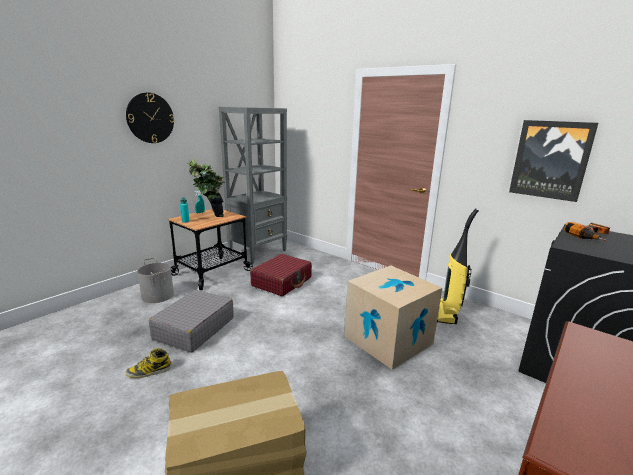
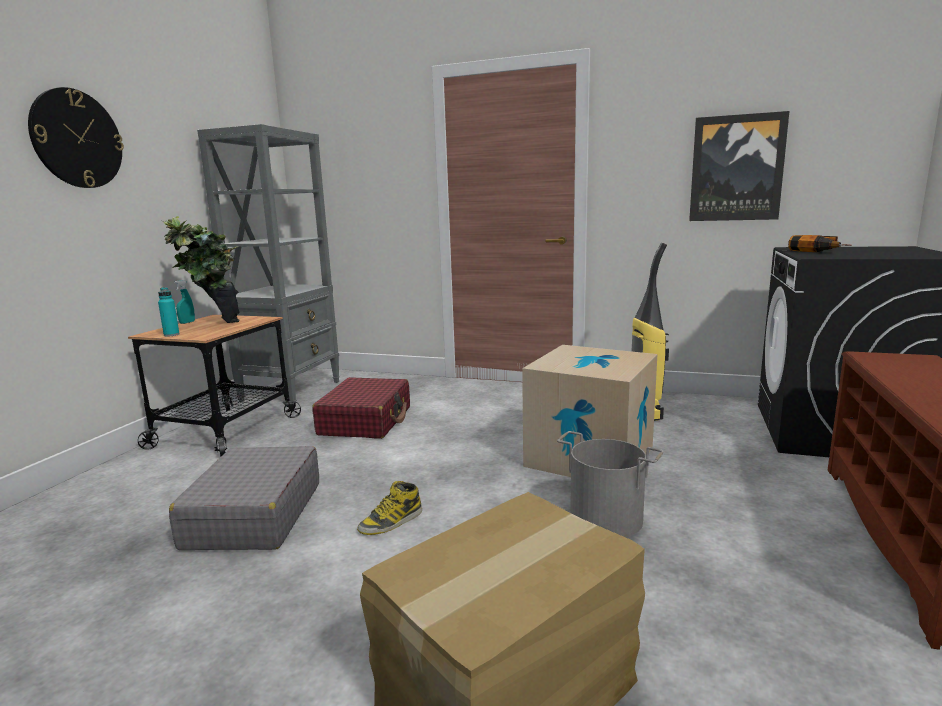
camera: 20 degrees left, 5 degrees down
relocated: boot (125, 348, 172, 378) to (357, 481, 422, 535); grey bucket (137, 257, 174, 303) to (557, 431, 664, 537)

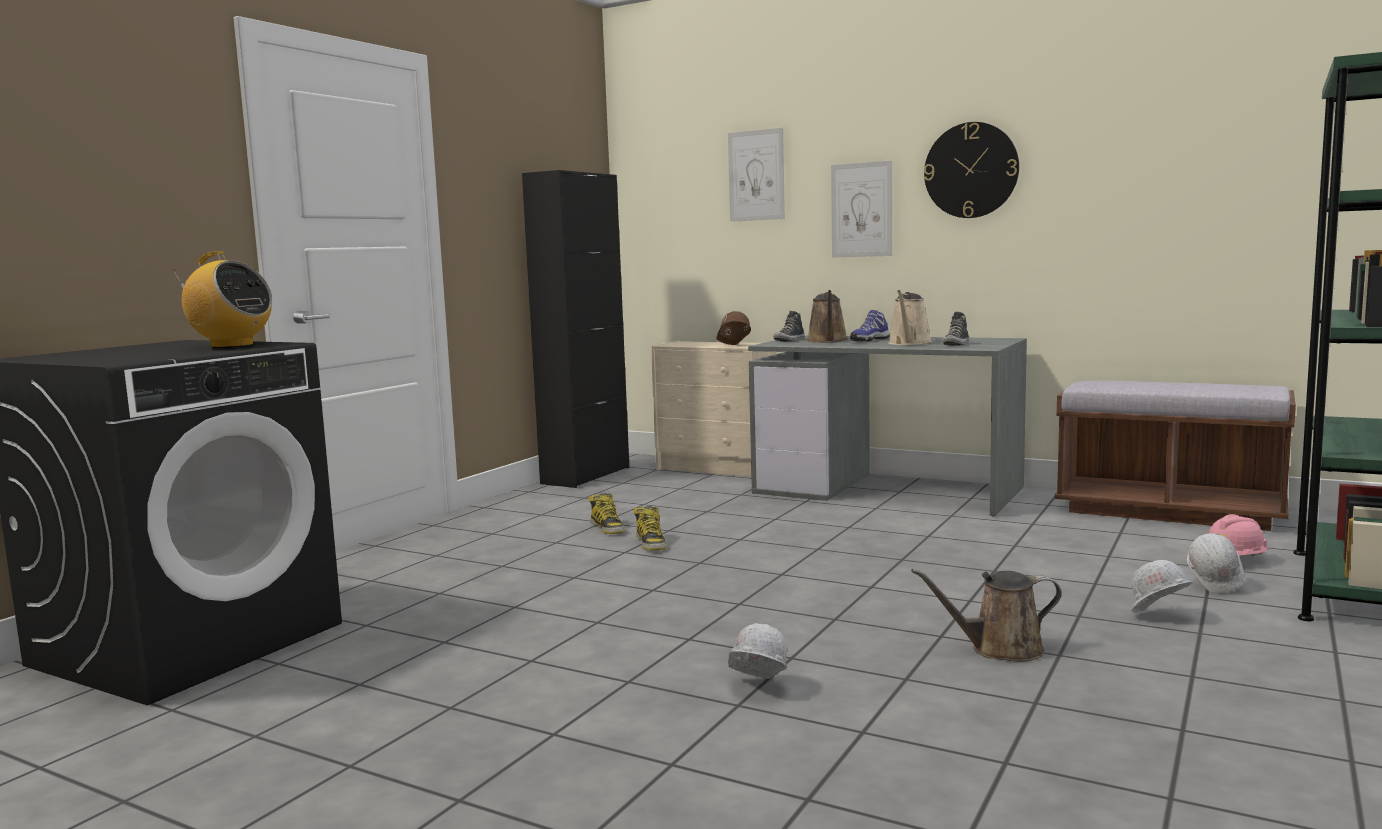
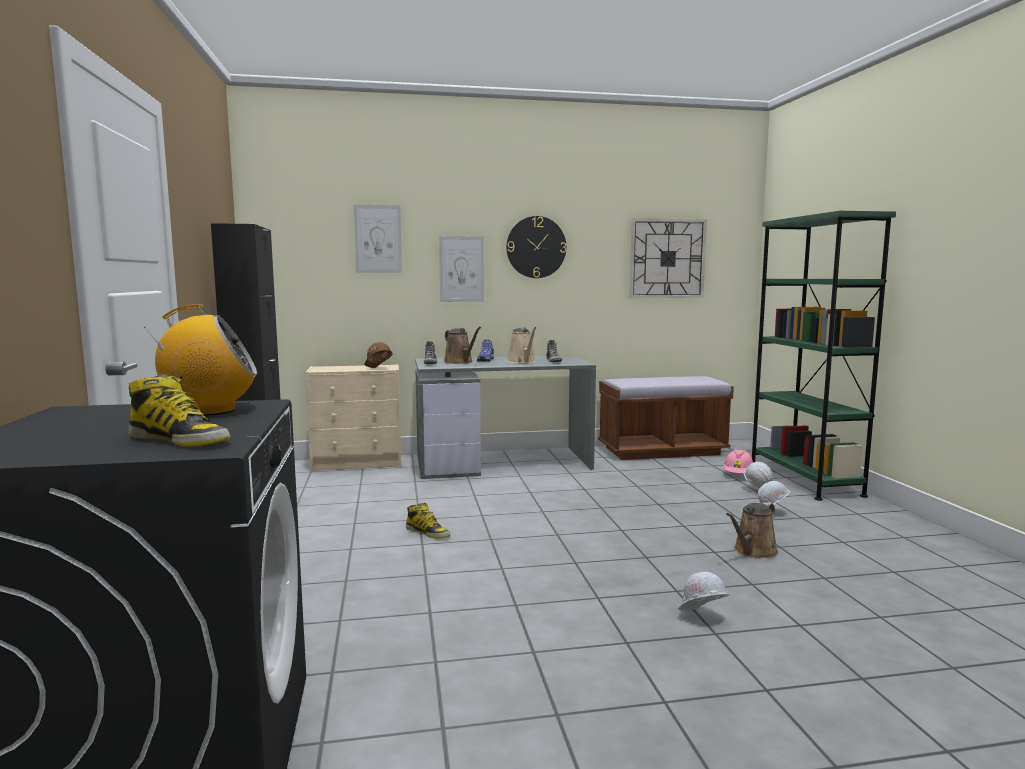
camera: 40 degrees left, 0 degrees up
appeared: wall clock (630, 218, 707, 298)
relocated: boot (589, 493, 625, 534) to (128, 374, 230, 447)

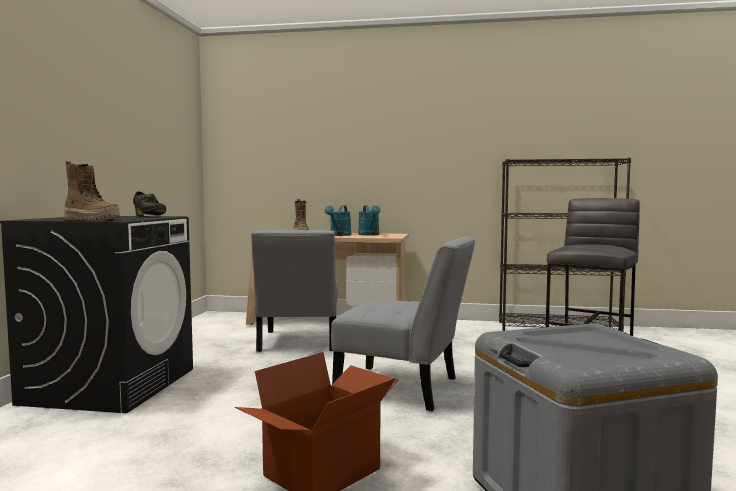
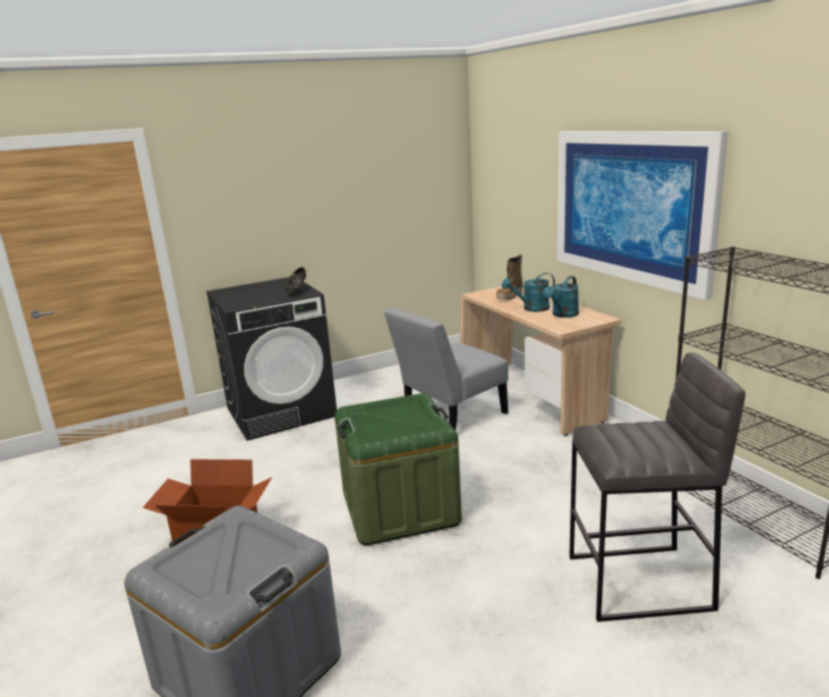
camera: 55 degrees right, 15 degrees up
missing: boot (64, 161, 120, 220)
appeared: picture (557, 131, 728, 300)
exchanged: grey chair (331, 237, 476, 411) to green storage box (335, 393, 462, 545)

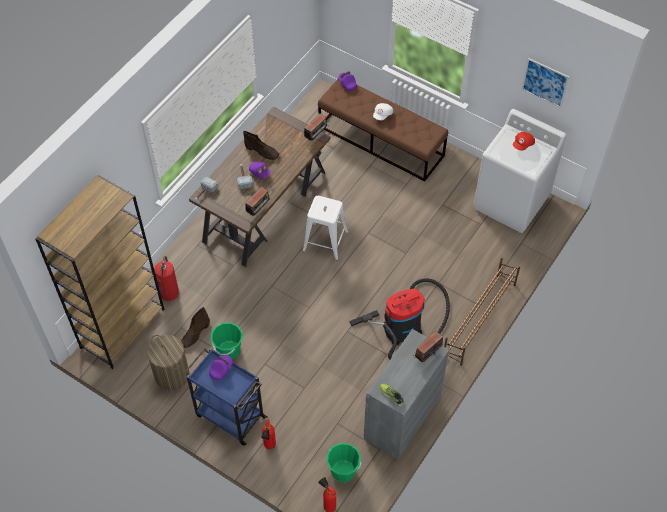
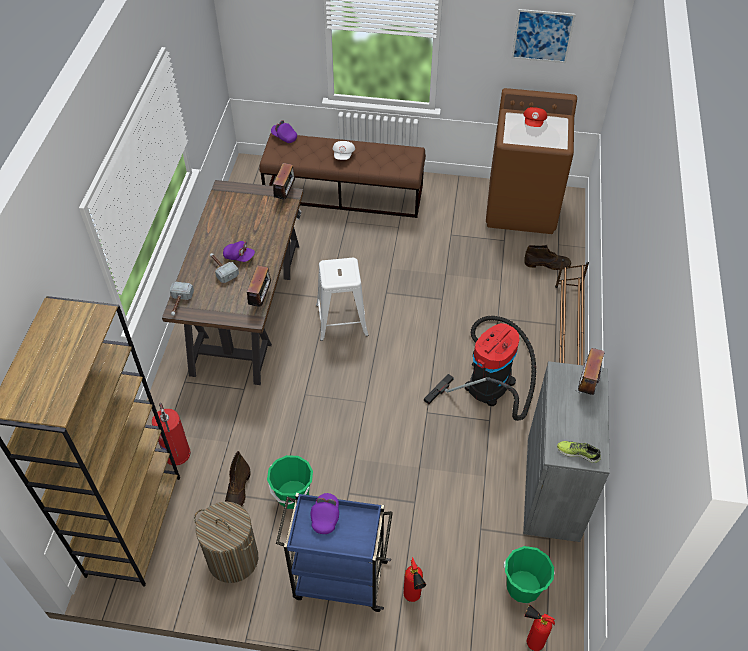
camera: 25 degrees left, 5 degrees down
relocated: brown boot (243, 131, 279, 160) to (524, 244, 571, 270)
colour: white washing machine (473, 109, 567, 233) to brown washing machine (486, 88, 577, 234)

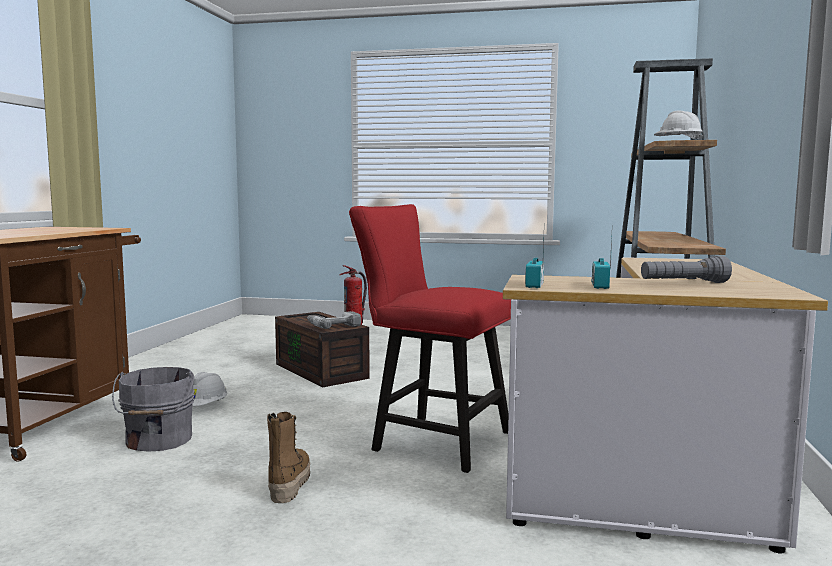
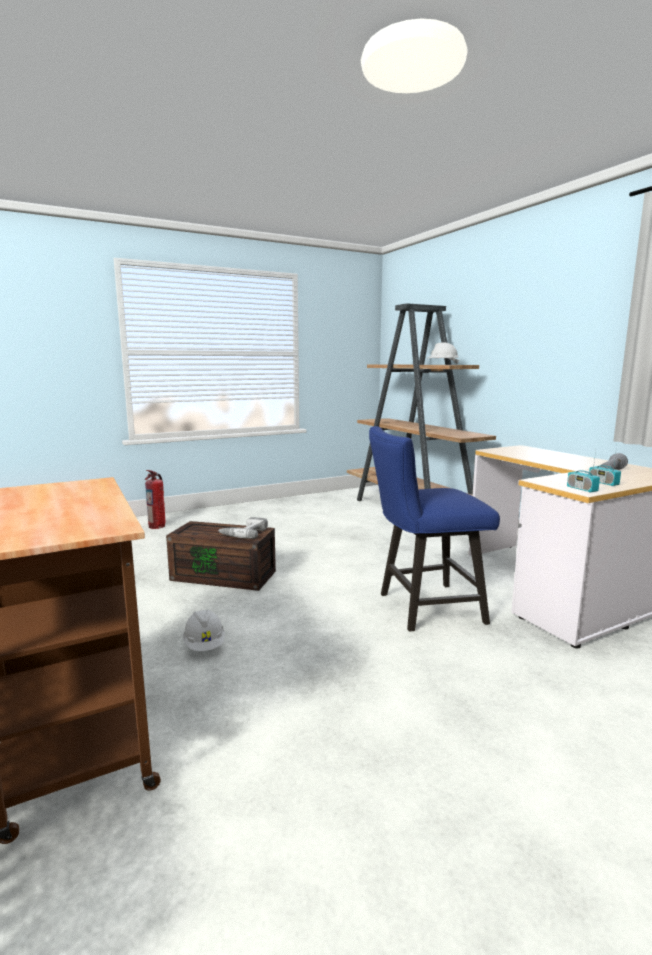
camera: 40 degrees left, 5 degrees up
missing: grey bucket (112, 367, 195, 452); boot (267, 412, 310, 503)
colour: red chair (349, 204, 511, 473) to blue chair (369, 426, 500, 632)

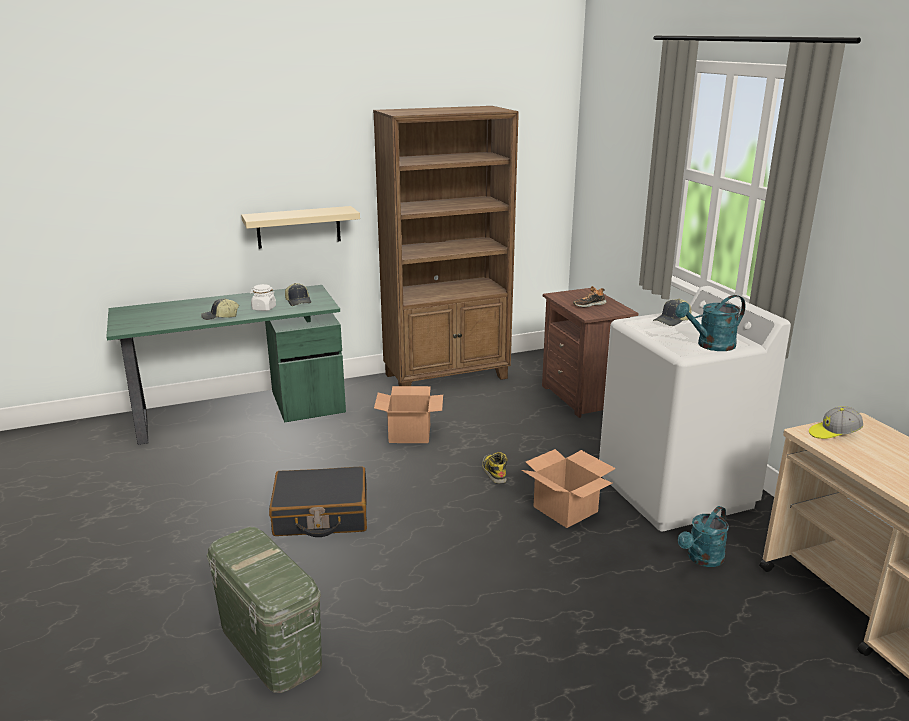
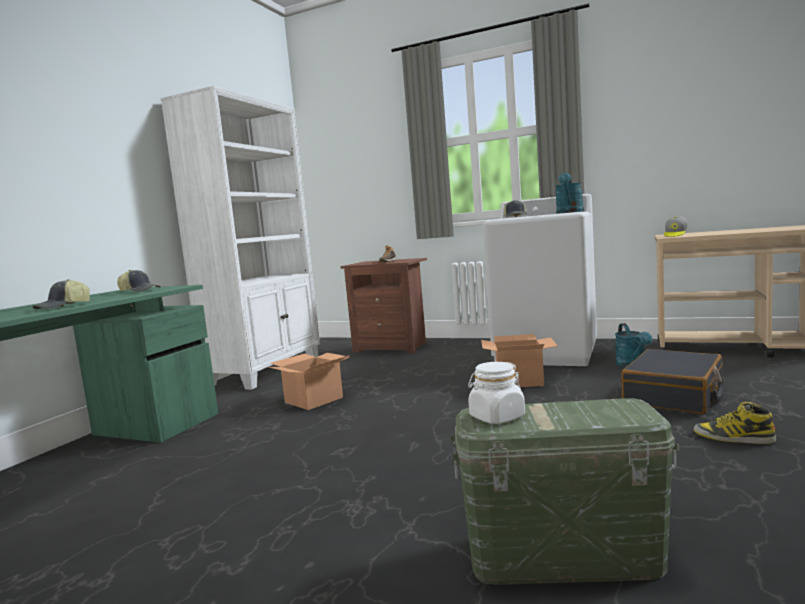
camera: 45 degrees left, 15 degrees down
missing: beige shelf (241, 206, 360, 249)
relocated: white jar (250, 284, 276, 311) to (468, 362, 525, 424); black suitcase (269, 466, 367, 537) to (621, 349, 723, 414); boot (482, 452, 507, 484) to (694, 402, 776, 444)
colour: brown bookcase (373, 106, 519, 386) to white bookcase (161, 86, 320, 390)

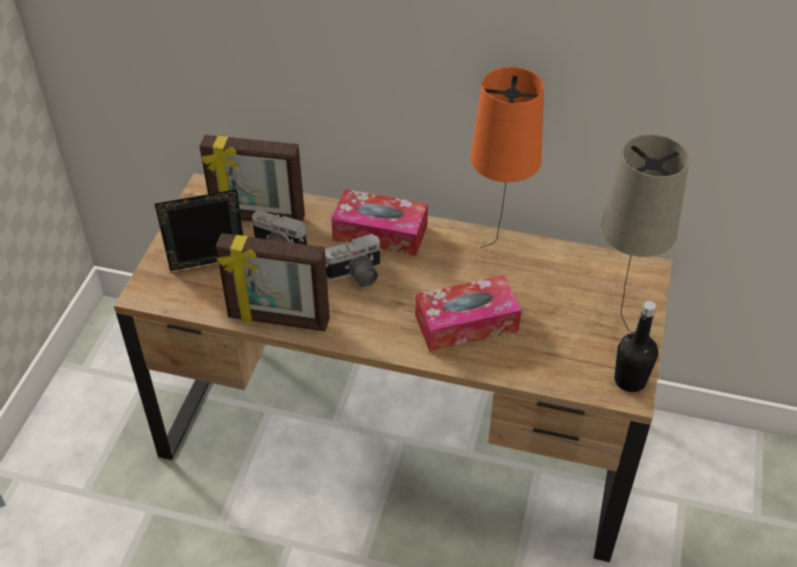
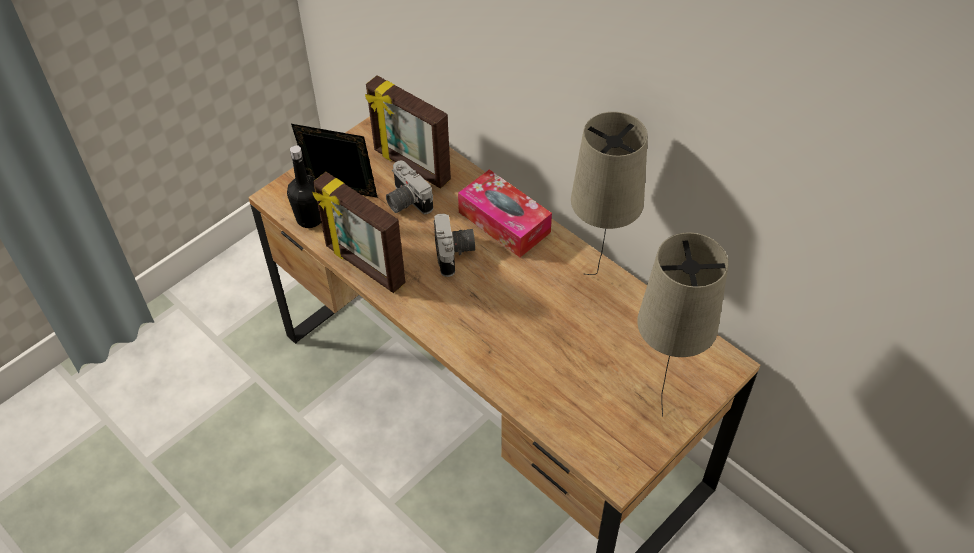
camera: 30 degrees right, 5 degrees up
missing: tissue box (415, 275, 521, 352)
relocated: black bottle (614, 301, 658, 392) to (287, 145, 321, 228)
colour: orange table lamp (471, 67, 544, 248) to beige table lamp (571, 112, 648, 275)
spun: photo camera (325, 234, 383, 286) = (434, 214, 475, 277) 105 degrees counterclockwise

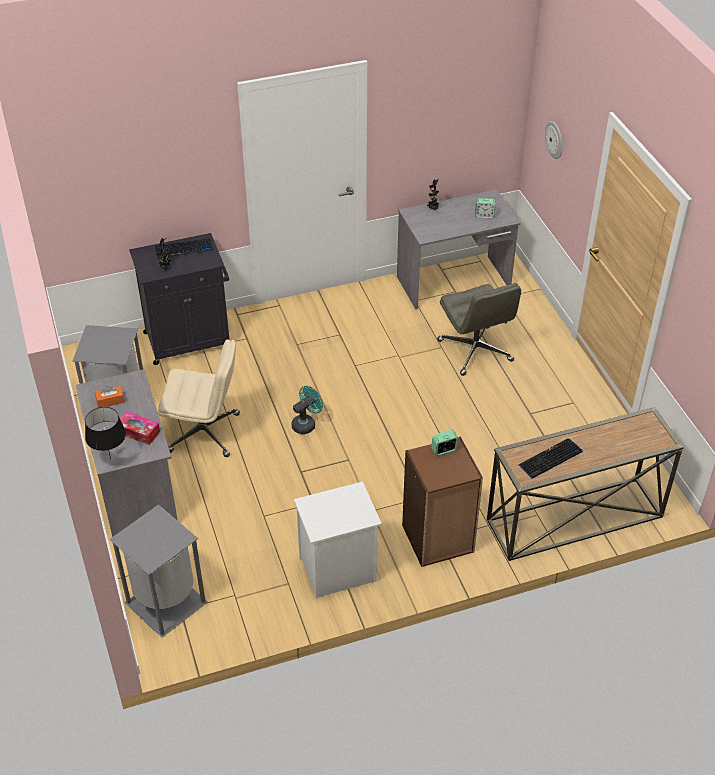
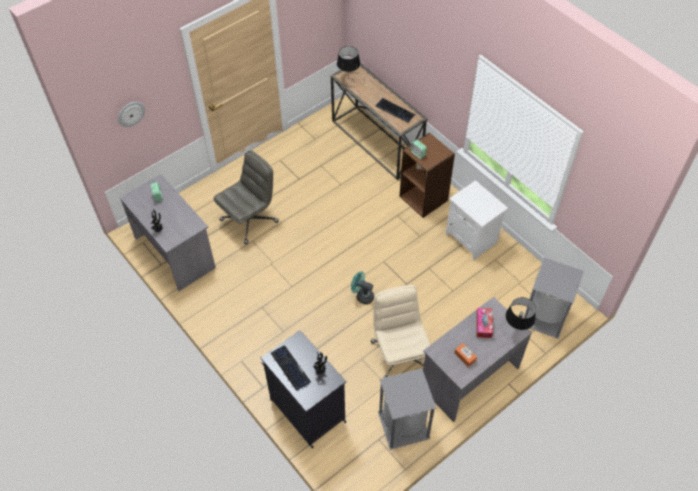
camera: 110 degrees left, 10 degrees up
appeared: black table lamp (337, 46, 360, 72)

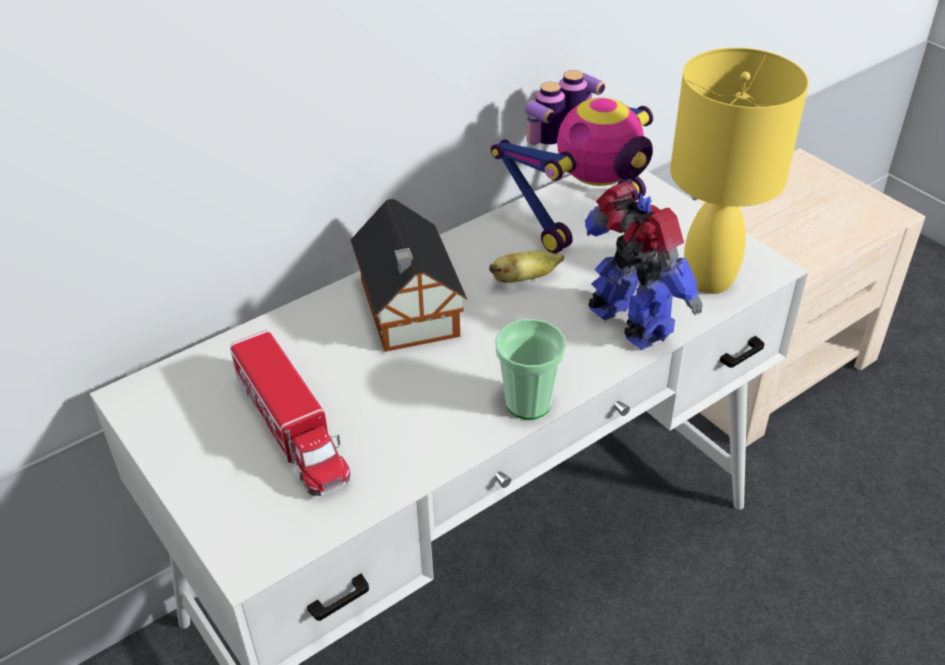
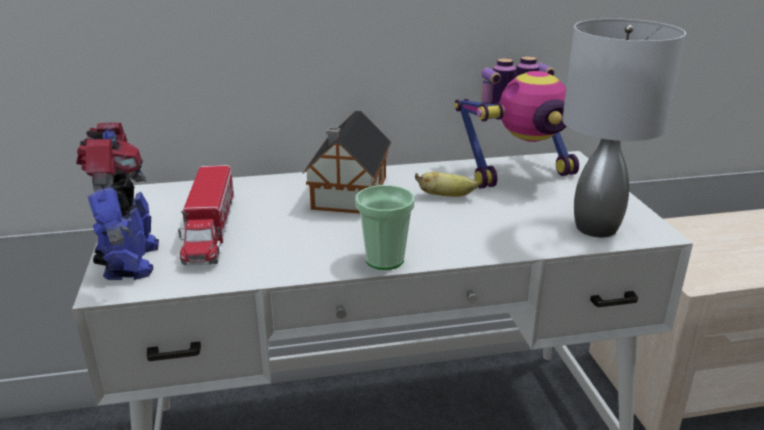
camera: 25 degrees right, 15 degrees down
relocated: toy robot (585, 182, 702, 350) to (76, 122, 159, 280)
colour: yellow table lamp (670, 48, 809, 294) to grey table lamp (562, 19, 686, 237)

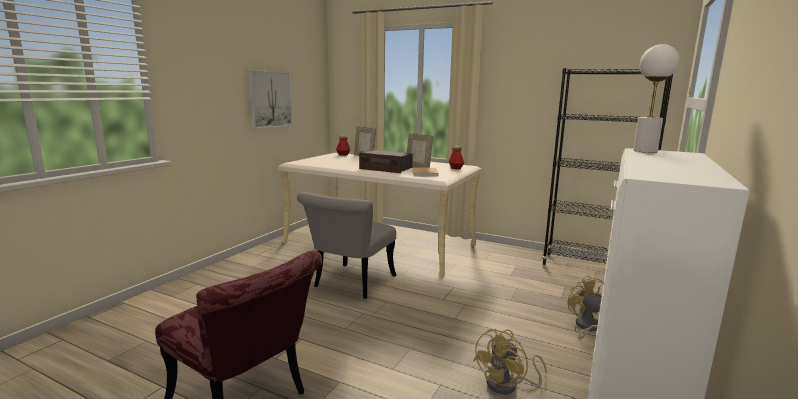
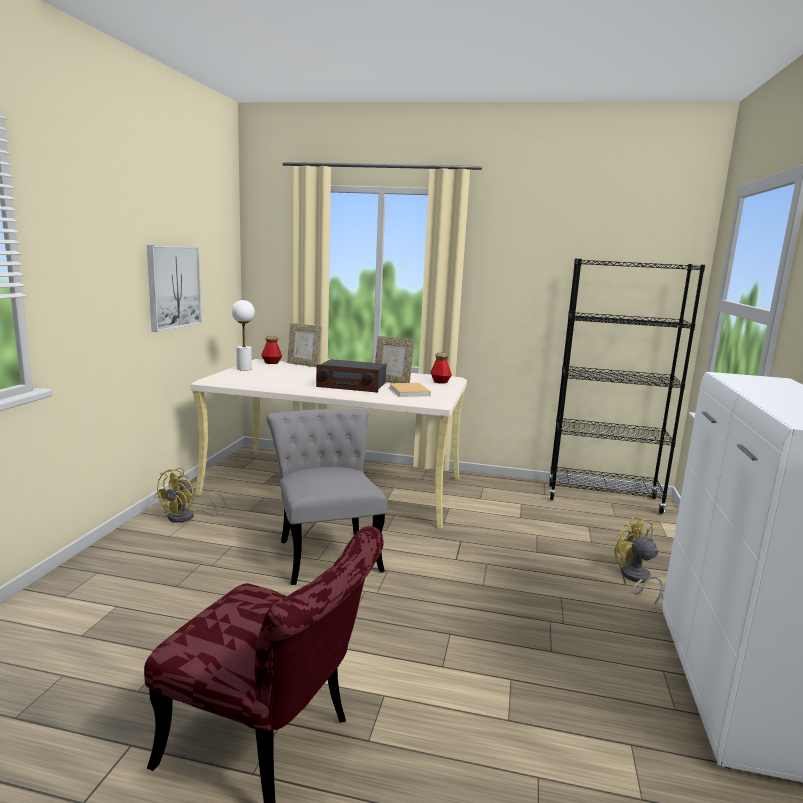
camera: 15 degrees left, 0 degrees up
relocated: yellow fan (473, 329, 547, 394) to (154, 468, 227, 523); white table lamp (633, 44, 679, 153) to (232, 300, 255, 371)
spun: grey chair (297, 192, 396, 299) = (266, 409, 387, 585) 150 degrees clockwise

